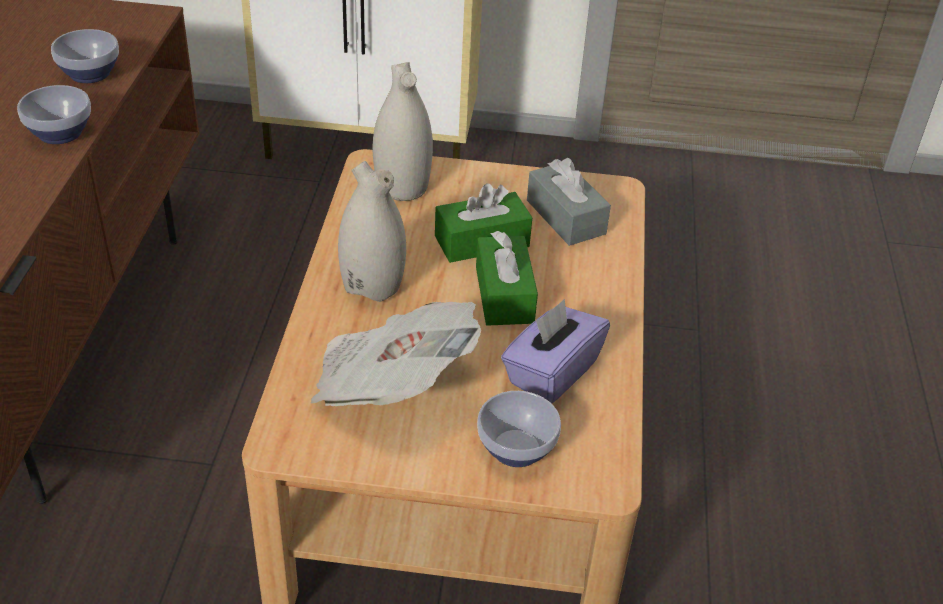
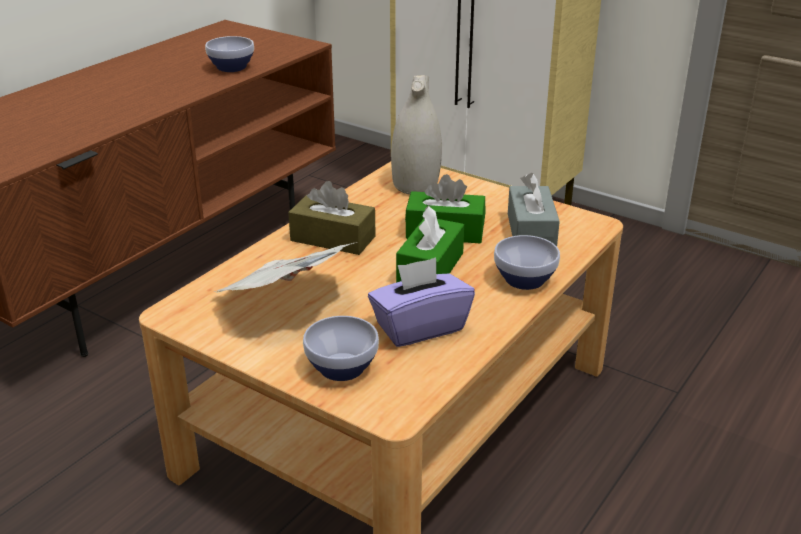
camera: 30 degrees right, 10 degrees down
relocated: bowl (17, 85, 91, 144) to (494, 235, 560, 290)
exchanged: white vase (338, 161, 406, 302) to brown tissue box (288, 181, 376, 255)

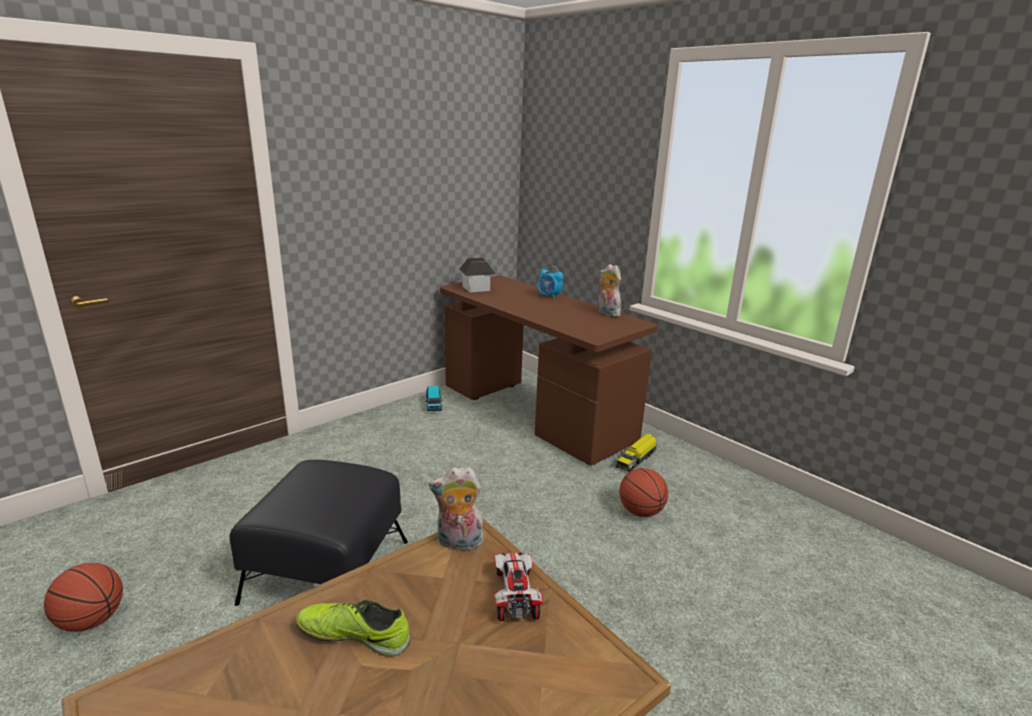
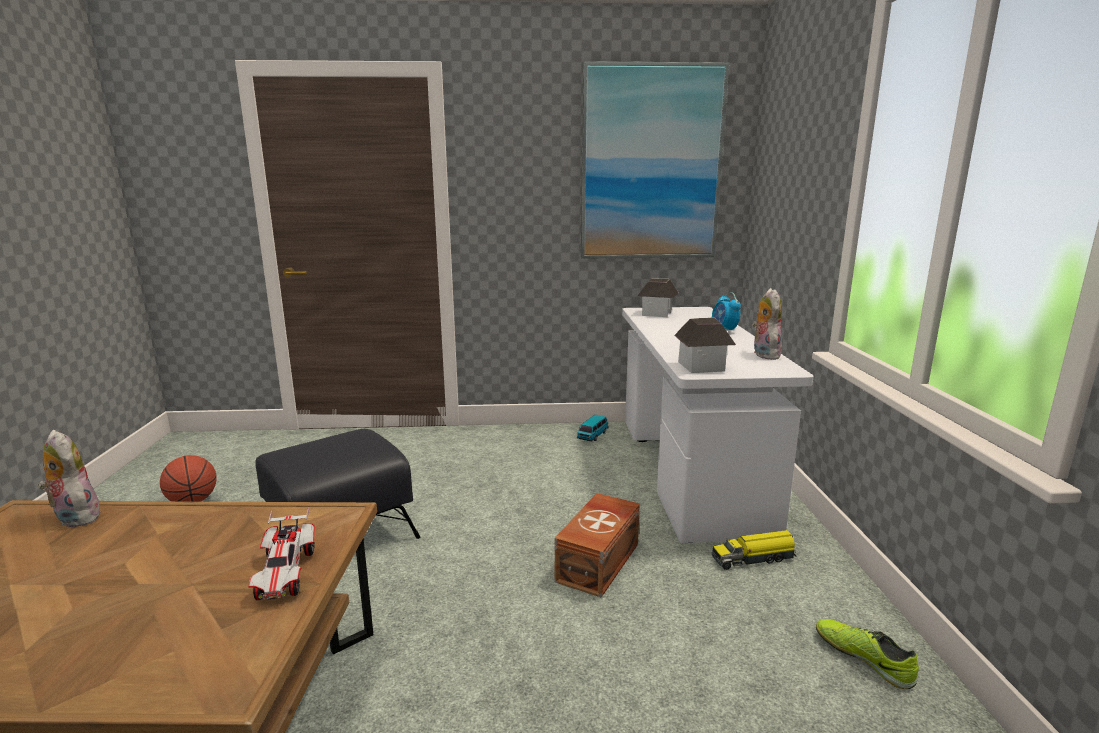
camera: 40 degrees right, 5 degrees down
missing: basketball (619, 468, 668, 517)
appeared: brown storage box (555, 493, 640, 597); picture (581, 61, 729, 259); toy house (674, 317, 736, 373)
relocated: shoe (296, 600, 410, 657) to (816, 619, 919, 689); plush toy (429, 467, 485, 551) to (38, 430, 101, 527)
colour: brown desk (440, 275, 658, 466) to white desk (622, 307, 814, 543)
spun: toy car (493, 552, 543, 621) = (248, 507, 315, 600) 135 degrees clockwise

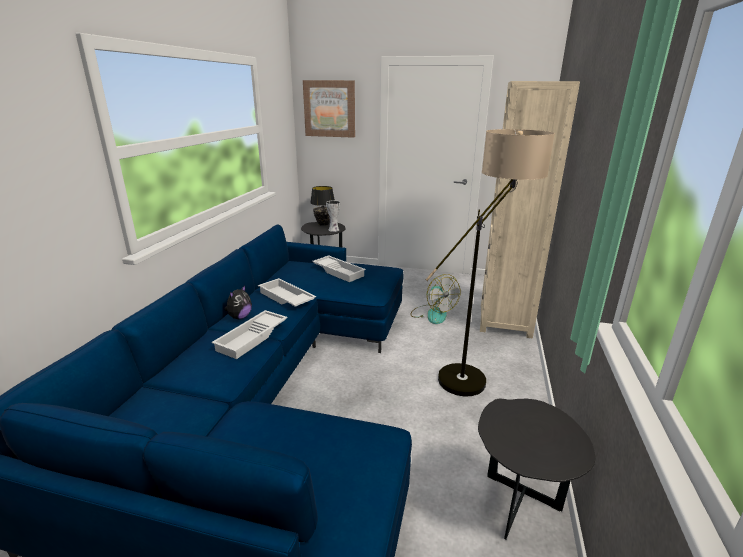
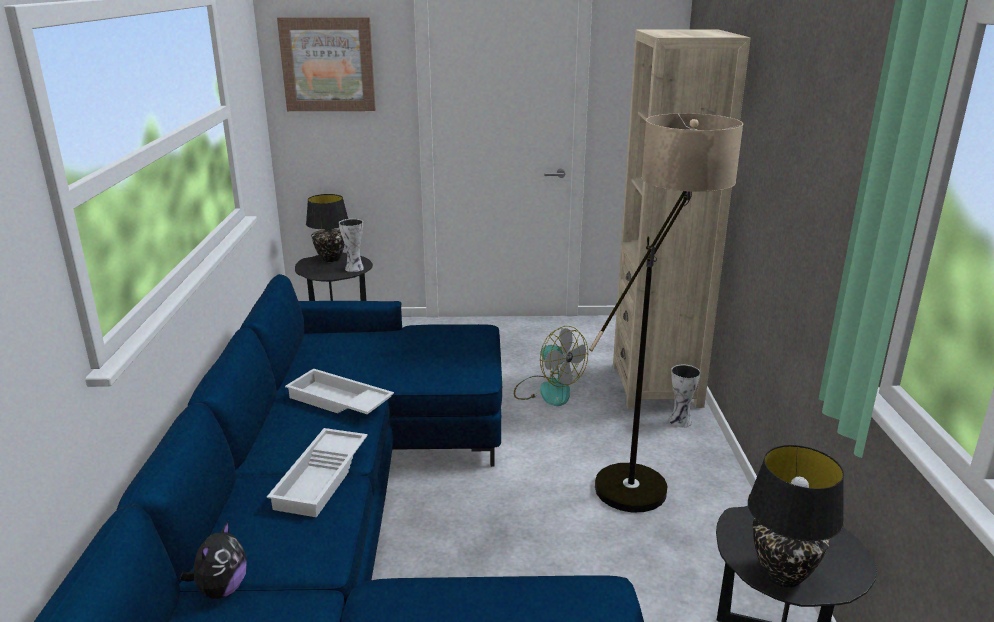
camera: 15 degrees left, 0 degrees up
missing: white tray (312, 255, 366, 282)
appeared: vase (669, 365, 701, 427); black table lamp (748, 445, 844, 587)
relocated: plush toy (225, 285, 252, 319) to (180, 520, 247, 599)

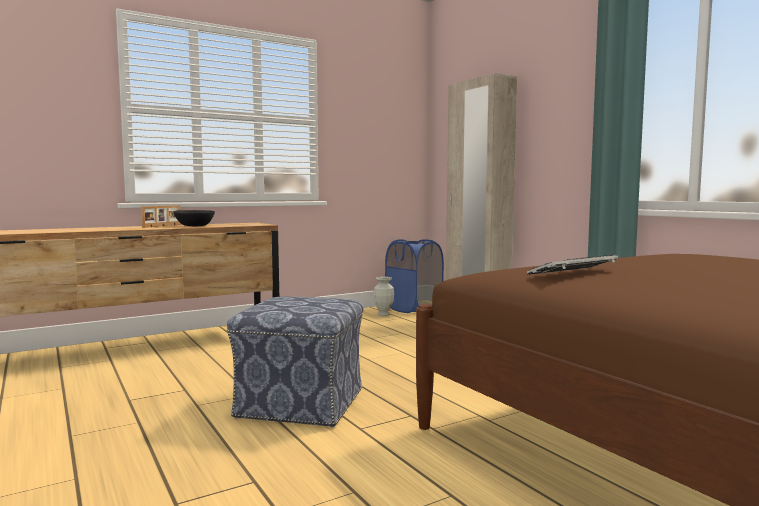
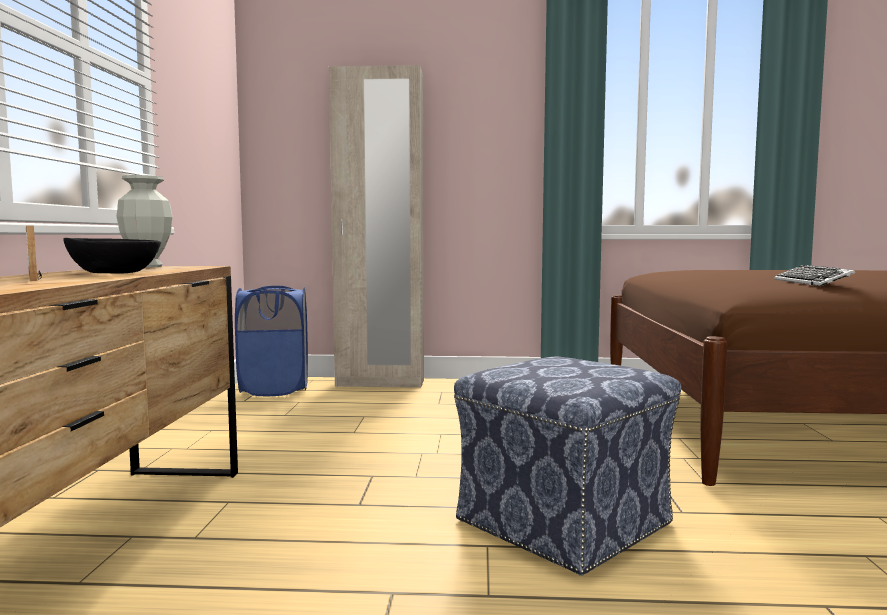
camera: 55 degrees left, 0 degrees up
relocated: vase (373, 277, 394, 316) to (117, 175, 173, 268)

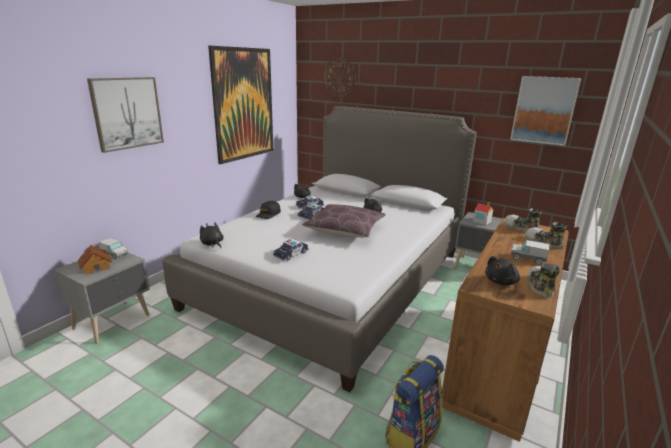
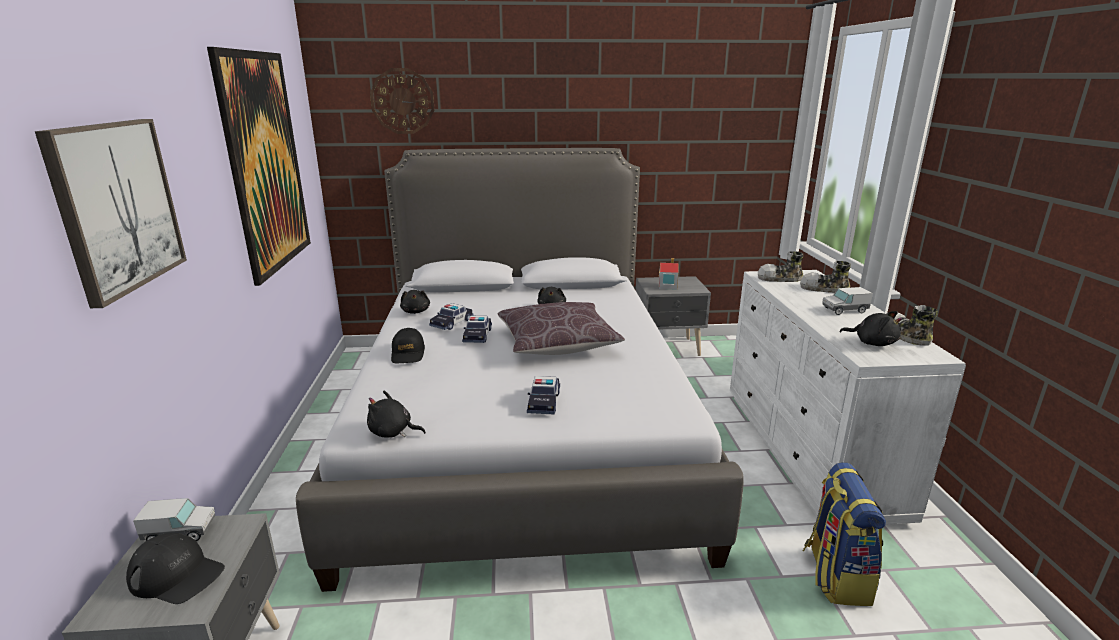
camera: 35 degrees left, 0 degrees up
missing: picture (510, 76, 581, 146)
exchanged: toy house (78, 245, 112, 274) to black cap (126, 533, 225, 604)
colour: brown dresser (442, 218, 569, 442) to white dresser (730, 270, 966, 524)
spun: black plush toy (485, 256, 520, 285) = (840, 311, 902, 346) 60 degrees counterclockwise

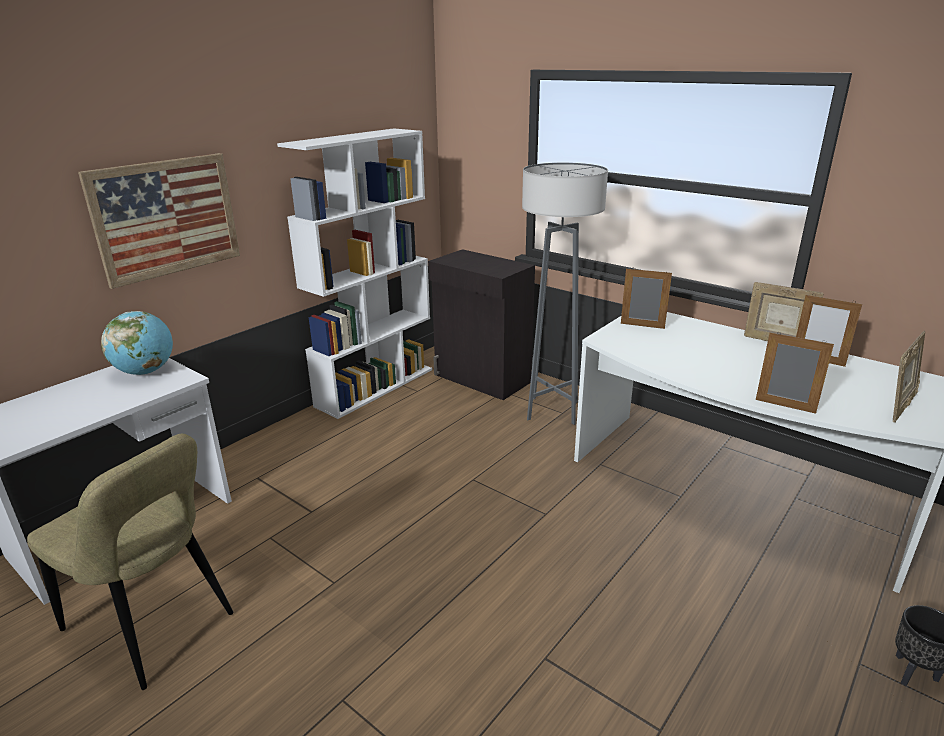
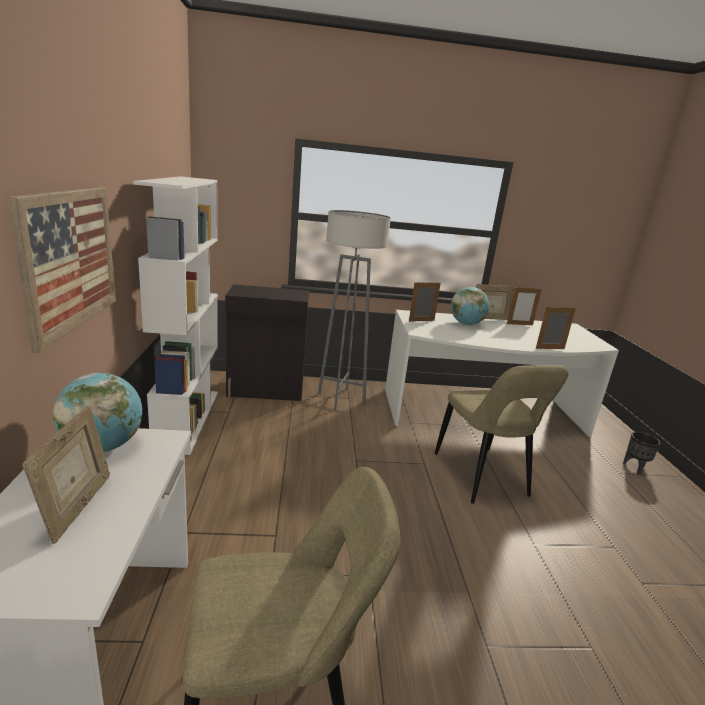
camera: 45 degrees left, 5 degrees down
appeared: beige chair (435, 365, 569, 504); globe (451, 287, 489, 325)
relocated: picture frame (893, 331, 925, 423) to (23, 405, 110, 544)

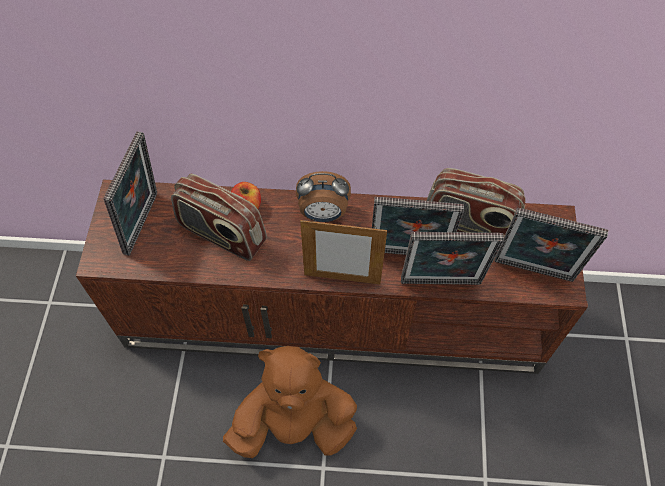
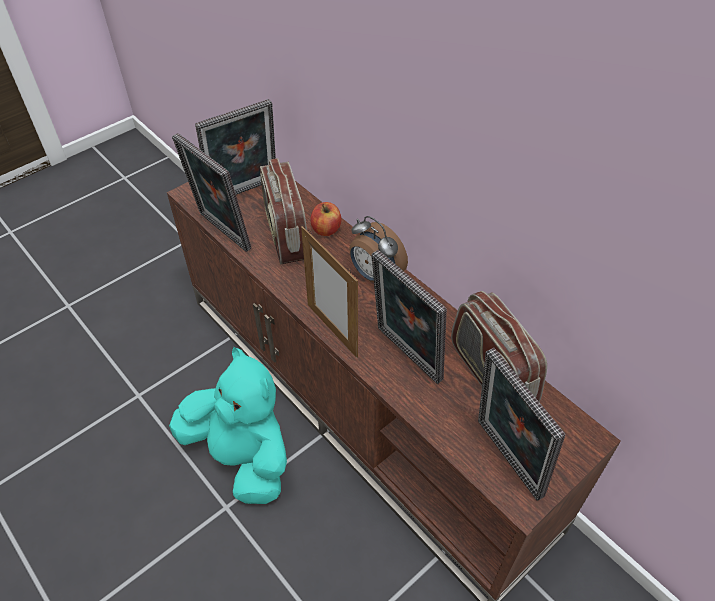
camera: 45 degrees right, 10 degrees down
relocated: picture frame (401, 232, 504, 285) to (172, 133, 251, 252)
colour: brown plush toy (223, 346, 357, 458) to turquoise plush toy (169, 347, 287, 504)

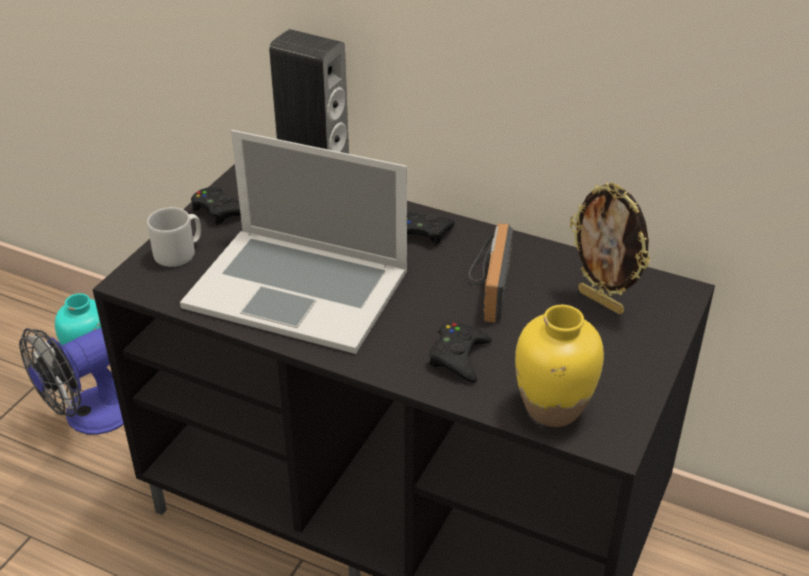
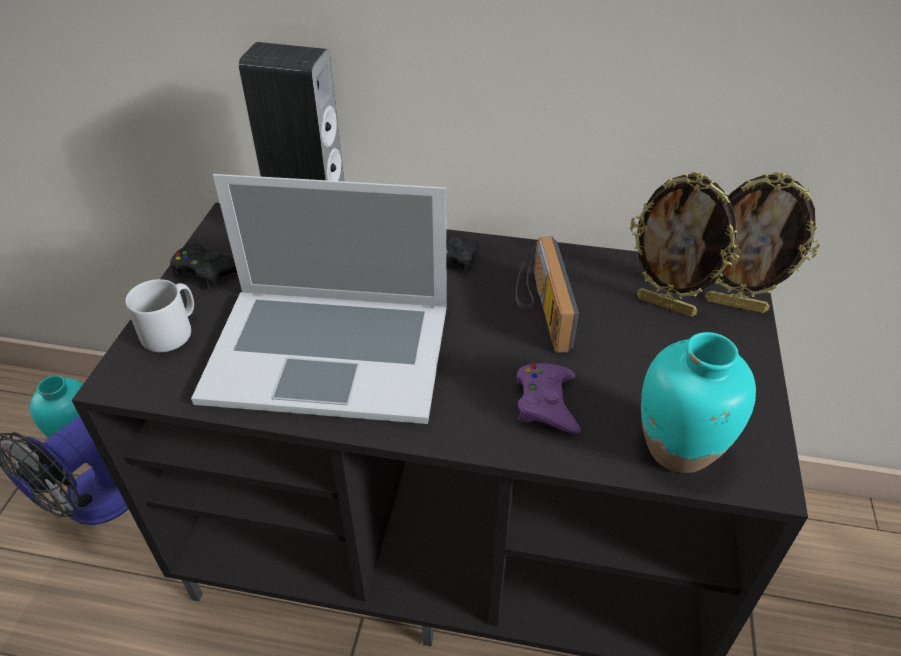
camera: 15 degrees left, 5 degrees up
appeared: picture frame (705, 172, 820, 313)
colour: black game controller (429, 323, 492, 383) to purple game controller (517, 363, 581, 434); yellow vase (515, 305, 604, 427) to turquoise vase (641, 332, 756, 473)

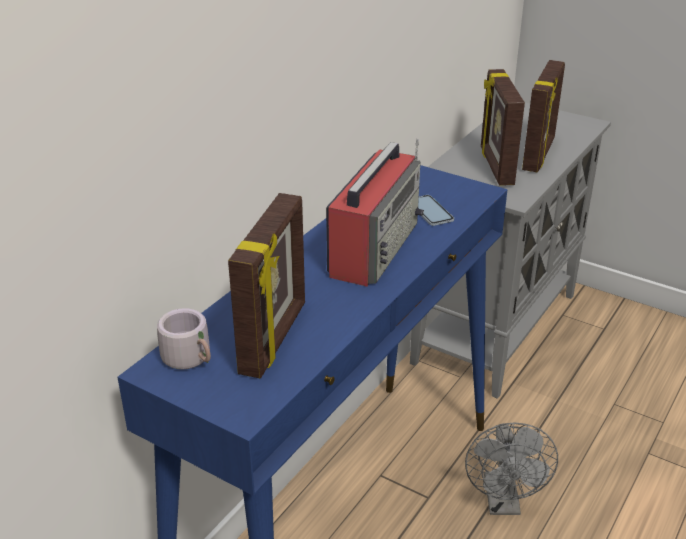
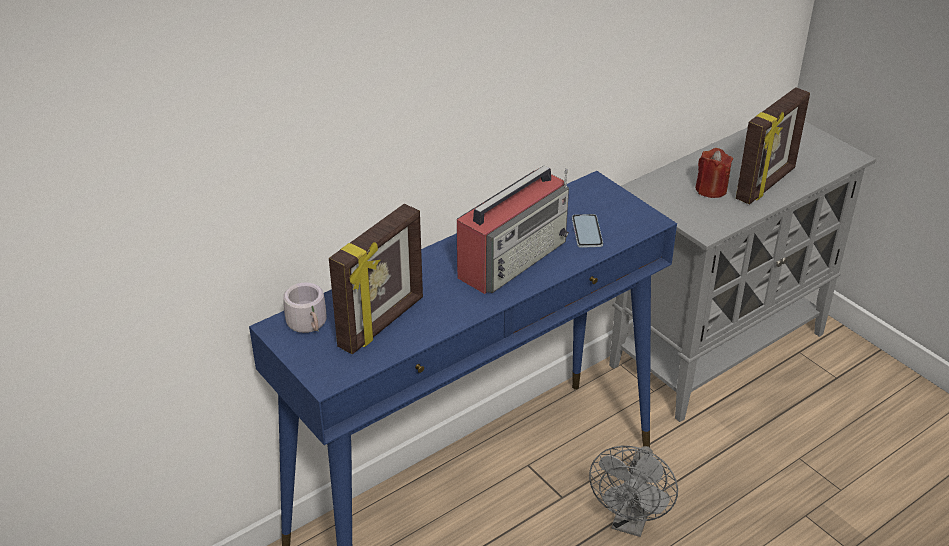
camera: 20 degrees right, 5 degrees up
exchanged: picture frame (481, 69, 525, 186) to red candle (695, 148, 733, 198)

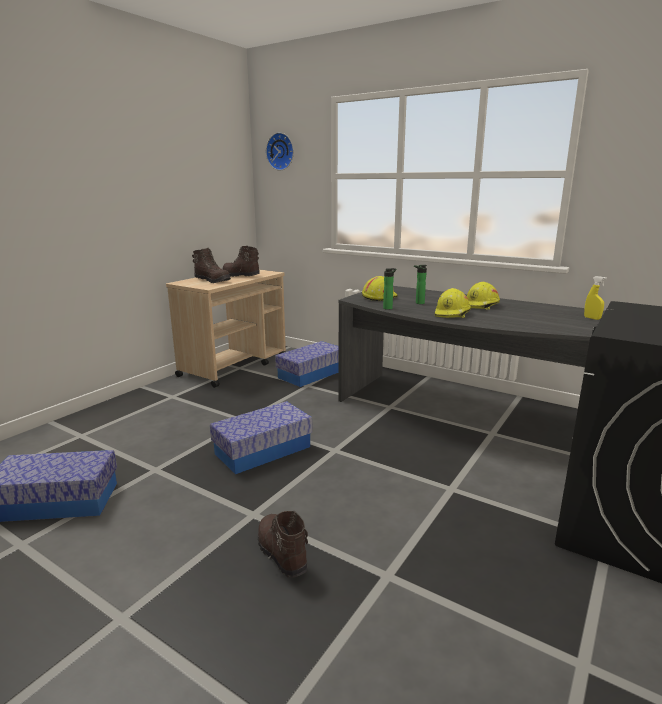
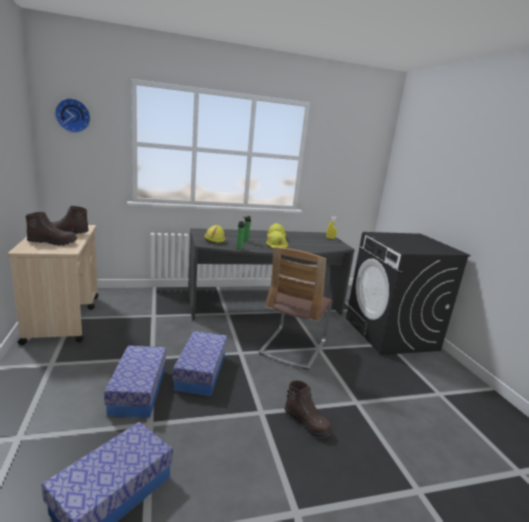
camera: 50 degrees left, 0 degrees up
appeared: chair (259, 247, 333, 370)
relocated: storage box (275, 341, 339, 387) to (104, 345, 166, 418)
spun: brown boot (258, 511, 308, 577) = (284, 380, 332, 439) 150 degrees counterclockwise

